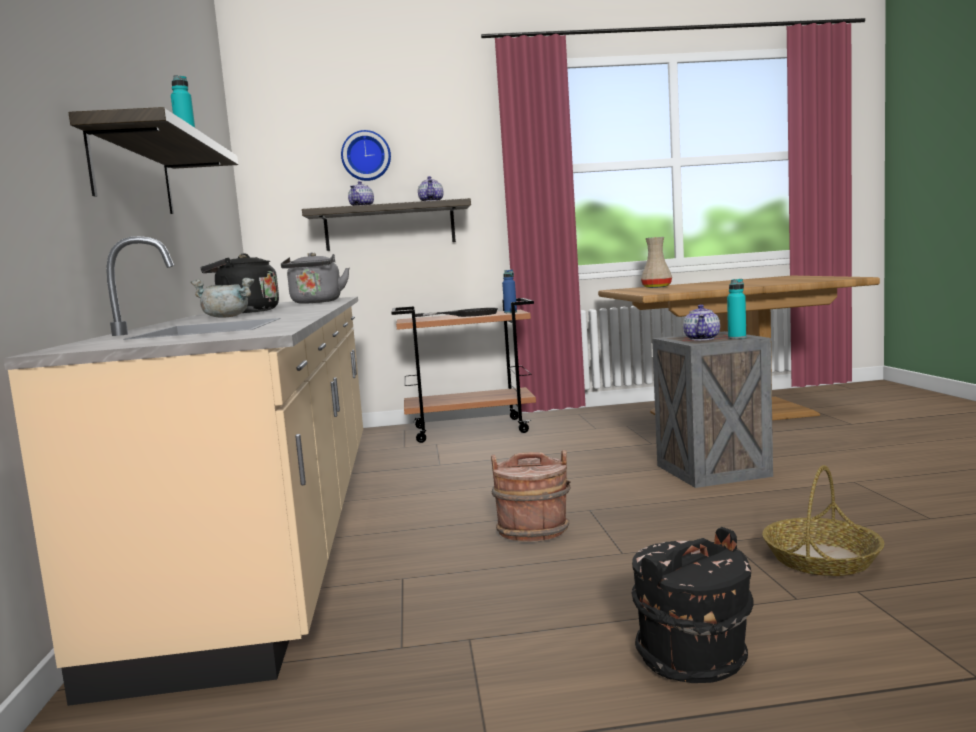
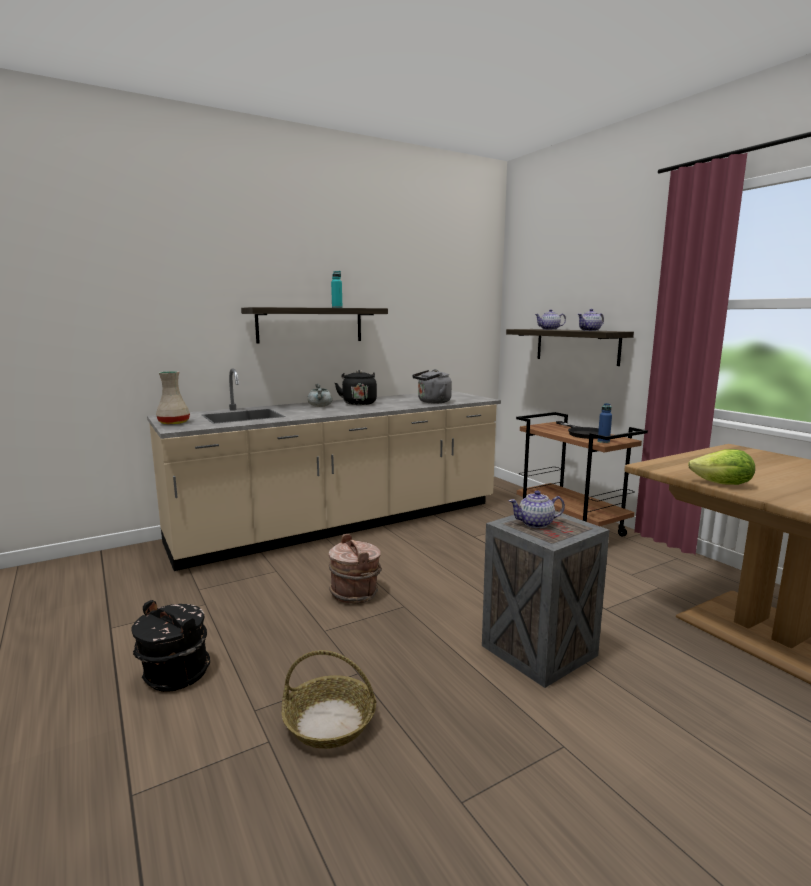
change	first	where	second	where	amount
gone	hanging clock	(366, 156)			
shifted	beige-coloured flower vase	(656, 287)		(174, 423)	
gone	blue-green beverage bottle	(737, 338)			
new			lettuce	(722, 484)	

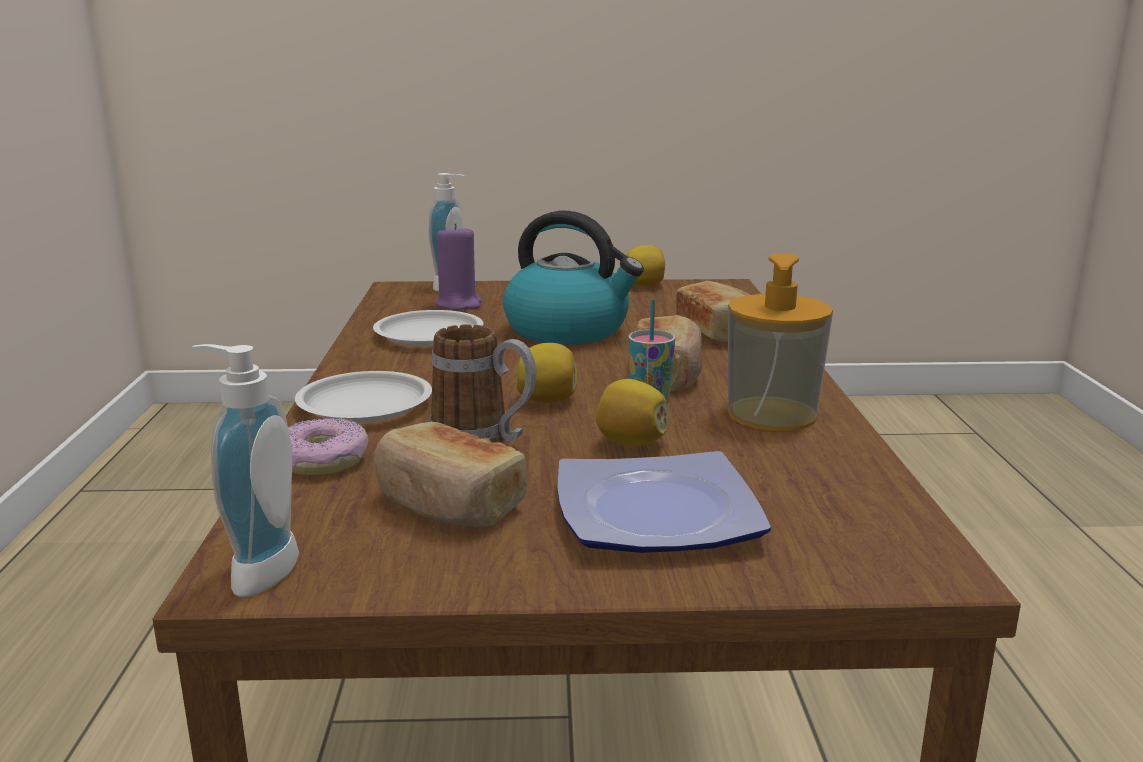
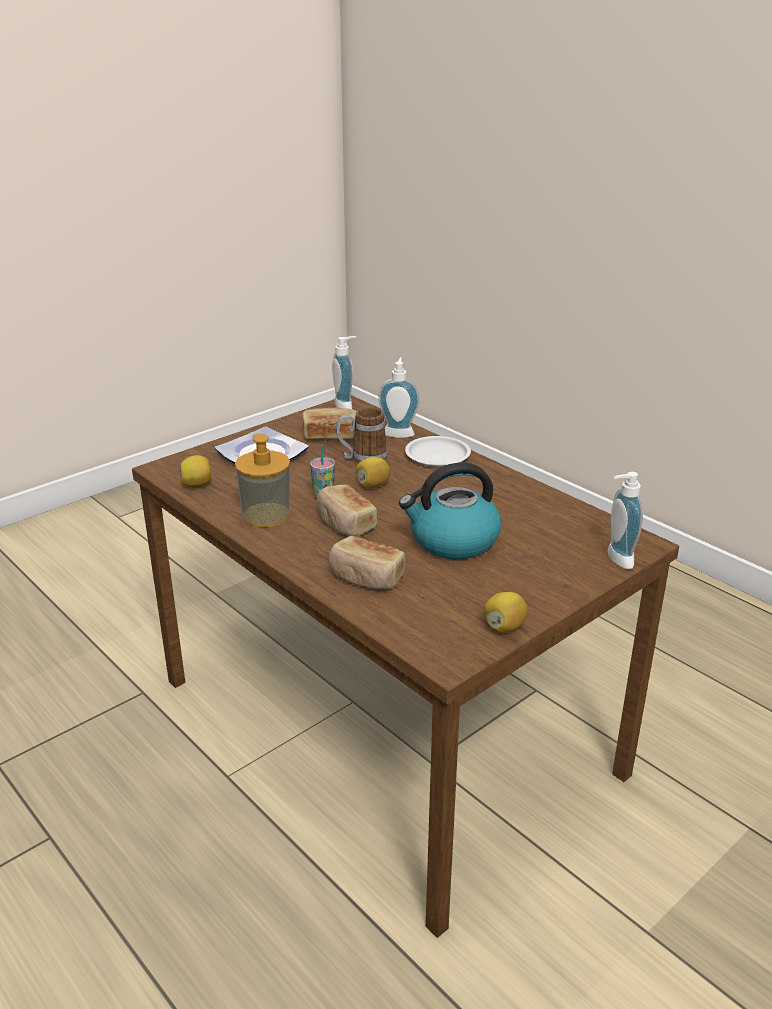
change	first	where	second	where	amount
swapped	ring doughnut	(322, 460)	soap dispenser	(399, 433)	
gone	white plate	(428, 335)			
gone	purplish candle	(459, 304)			
shifted	whole lemon	(631, 442)		(197, 485)	

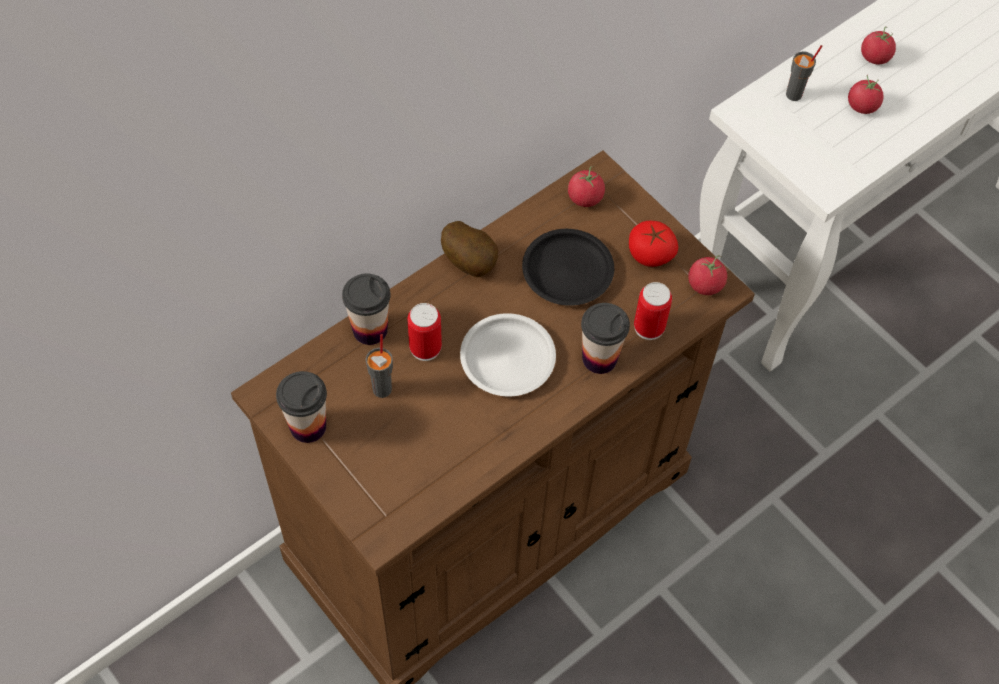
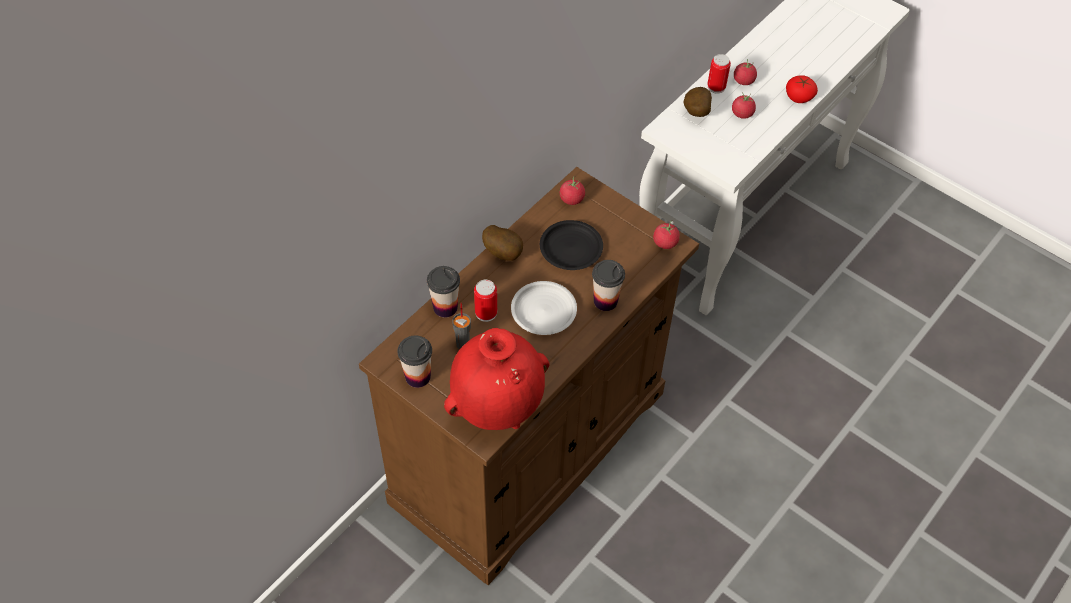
change	first	where	second	where	amount
shifted	fresh tomato	(650, 254)		(799, 97)	
shifted	sealed can	(649, 327)		(716, 87)	
swapped	gray cup	(794, 95)	potato	(695, 113)	
new			red flower vase	(498, 407)	

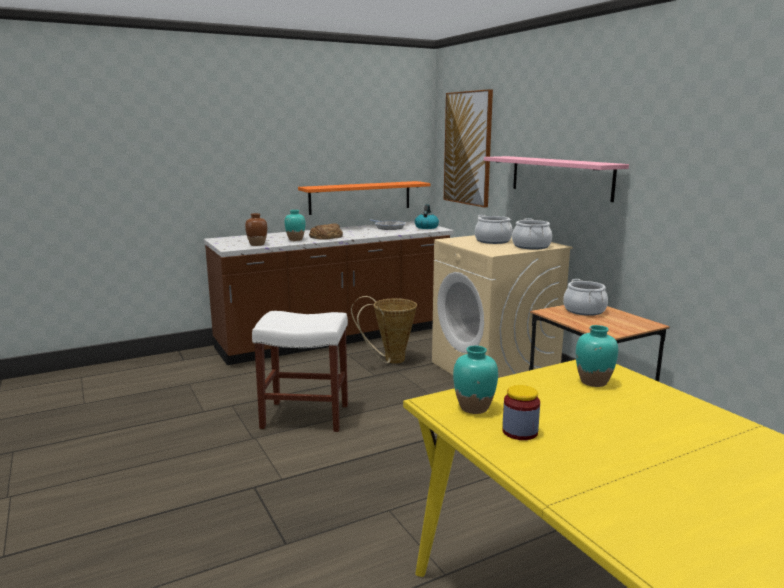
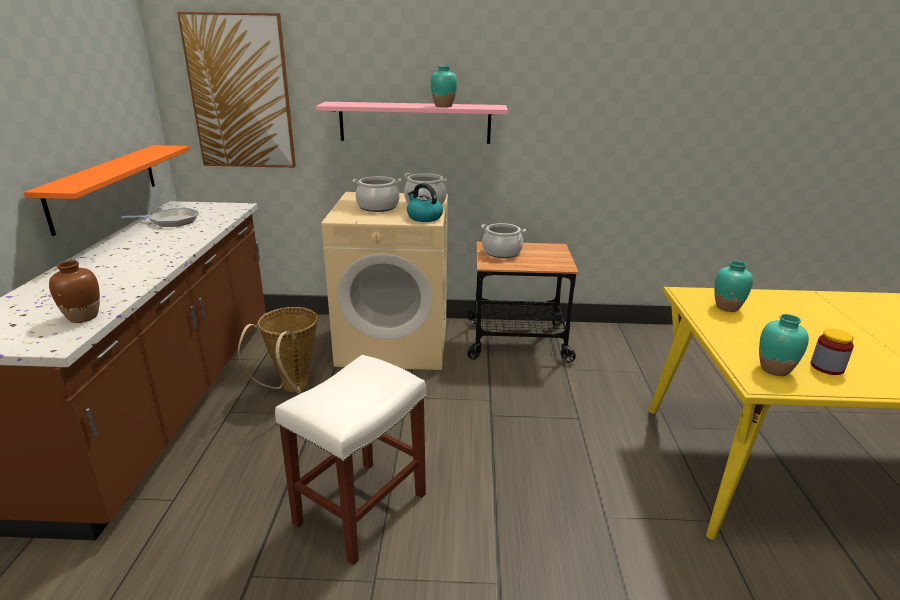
change	first	where	second	where	amount
shifted	blue-green flower vase	(295, 239)		(443, 106)	
gone	baked bread	(326, 236)			
shifted	water kettle	(426, 227)		(424, 217)	

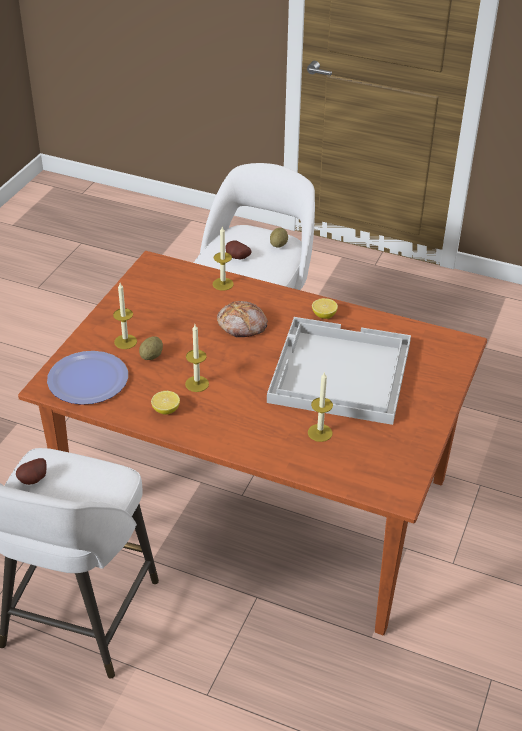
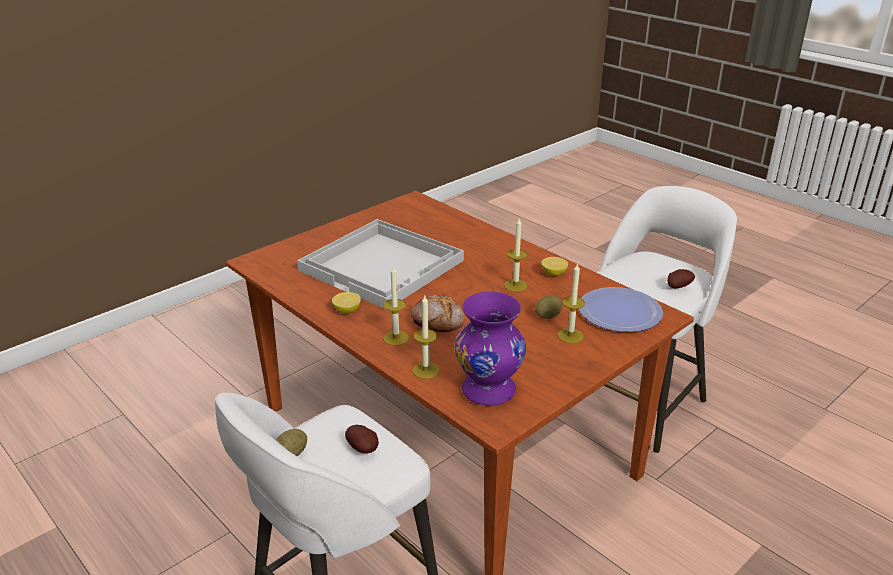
change	first	where	second	where	amount
shifted	candle	(320, 432)		(396, 338)	
new			purplish flower vase	(487, 390)	

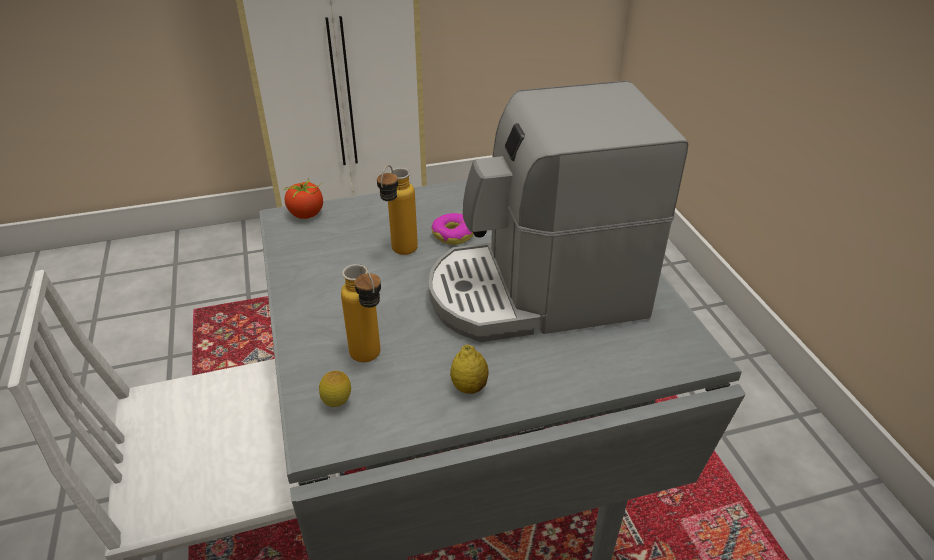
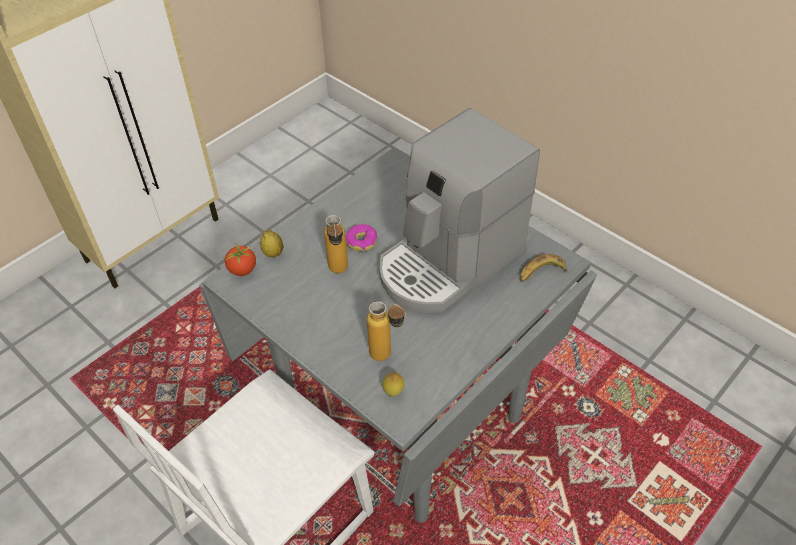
change	first	where	second	where	amount
shifted	whole lemon	(469, 387)		(273, 253)	
new			banana	(541, 273)	

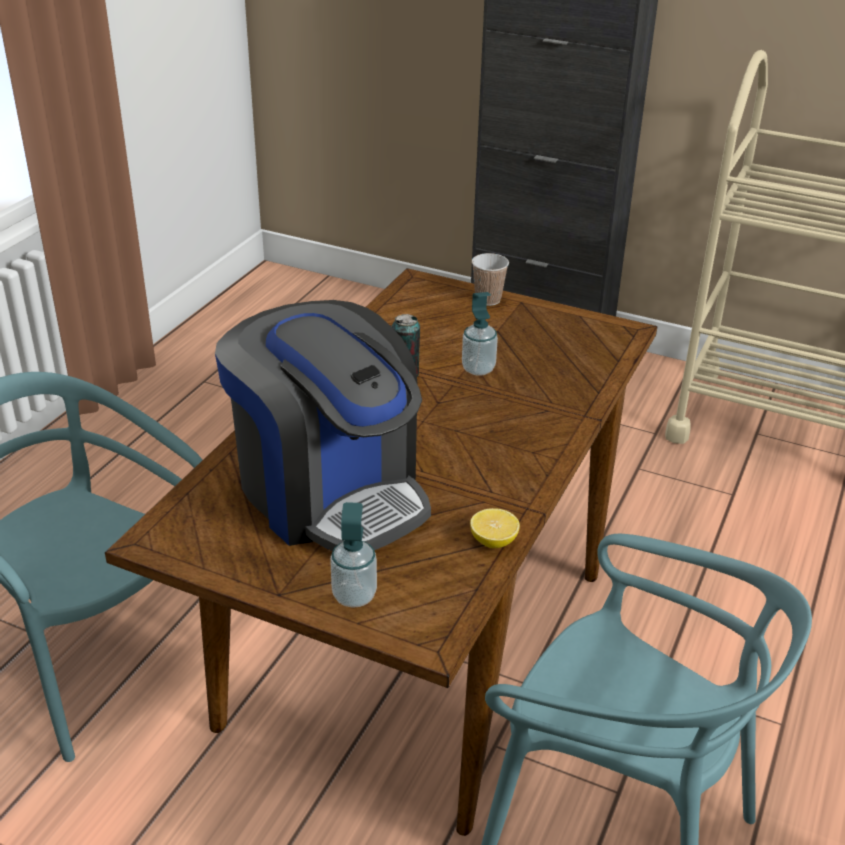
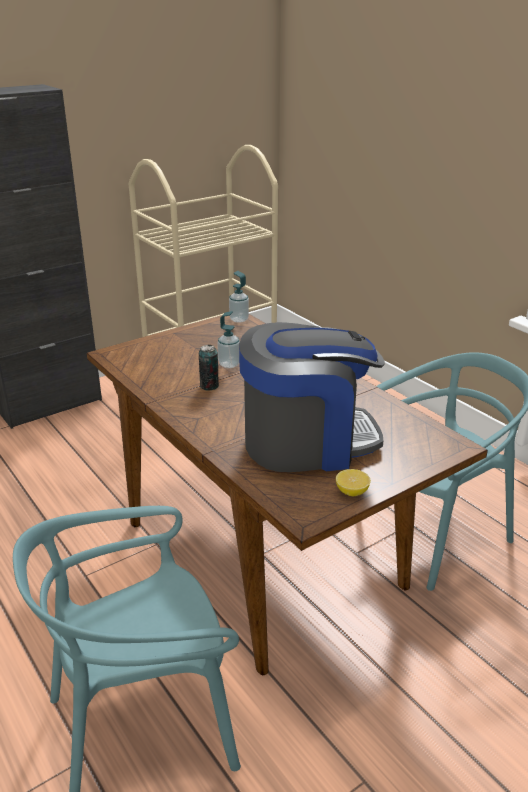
change	first	where	second	where	amount
shifted	soap dispenser	(354, 596)		(239, 319)	
shifted	whole lemon	(493, 541)		(352, 492)	
gone	cup	(488, 300)			

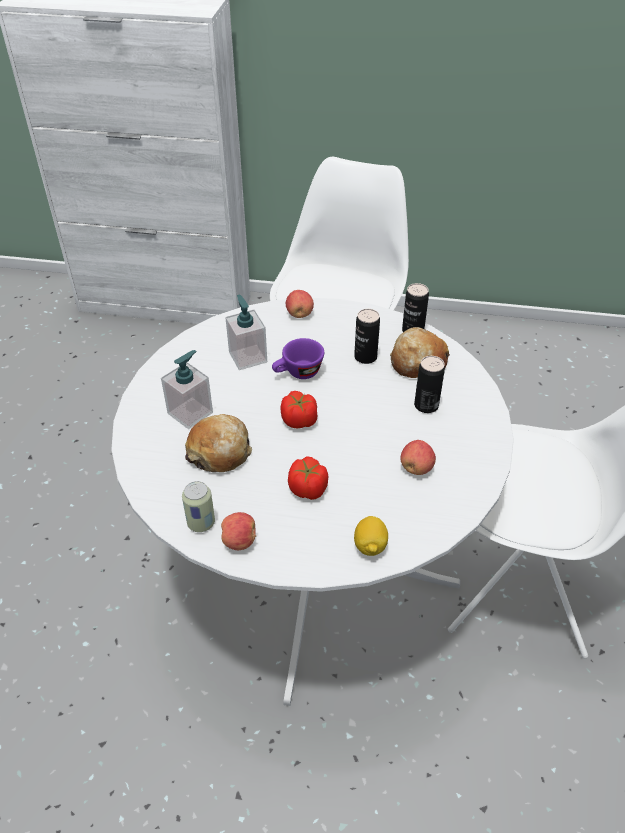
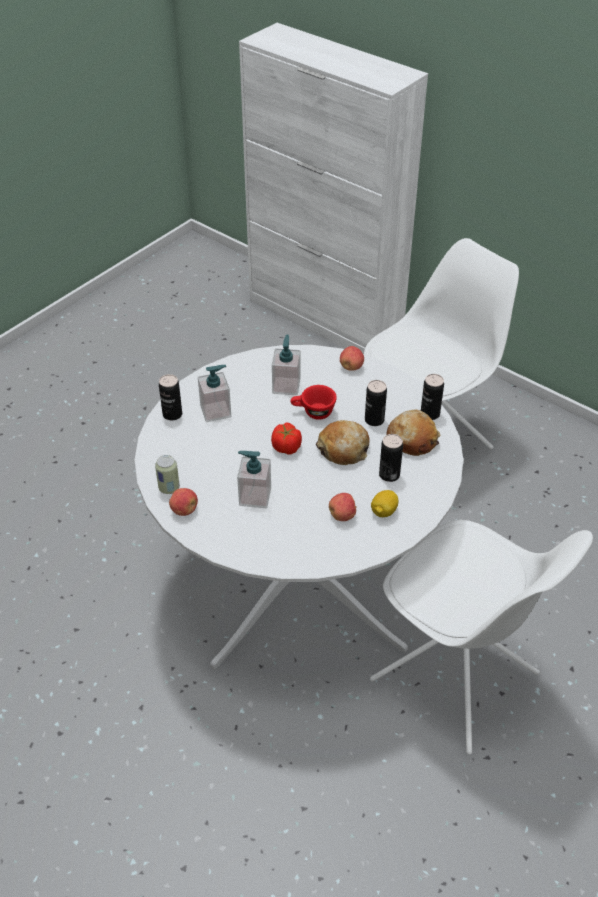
change	first	where	second	where	amount
shifted	baked bread	(220, 451)		(343, 449)	
repainted	purplish cup	(298, 373)	red cup	(313, 412)	
swapped	fresh tomato	(308, 489)	soap dispenser	(255, 496)	
shifted	whole lemon	(370, 546)		(384, 511)	
new			sealed can	(172, 414)	

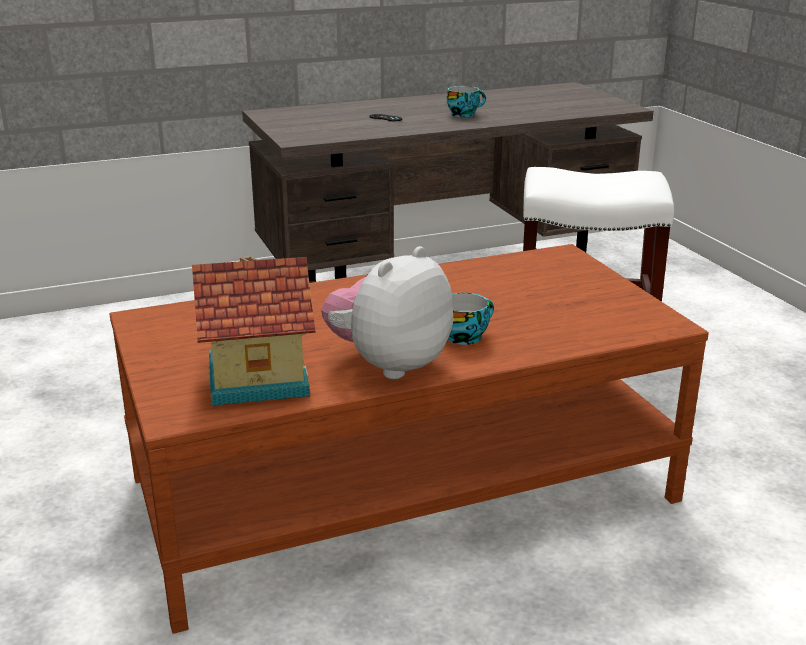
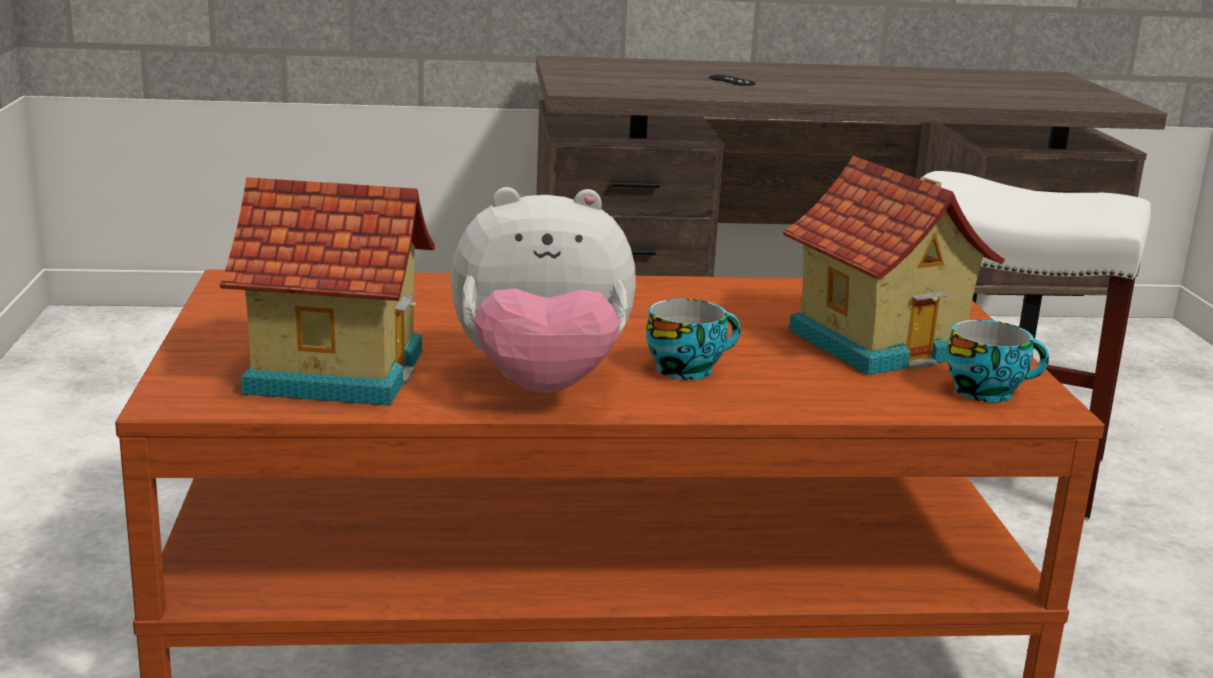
change	first	where	second	where	amount
rotated	cuddly toy	(389, 364)		(541, 386)	150 degrees counterclockwise
shifted	cup	(464, 114)		(987, 391)	
new			model house	(882, 342)	

